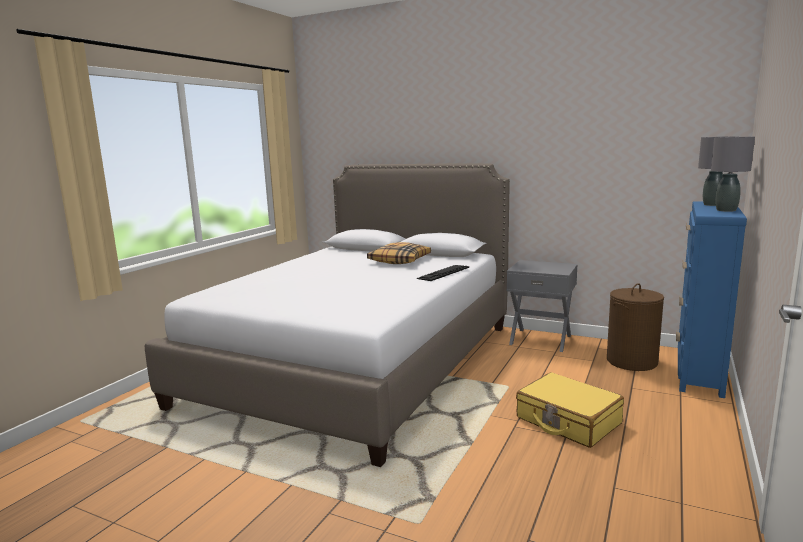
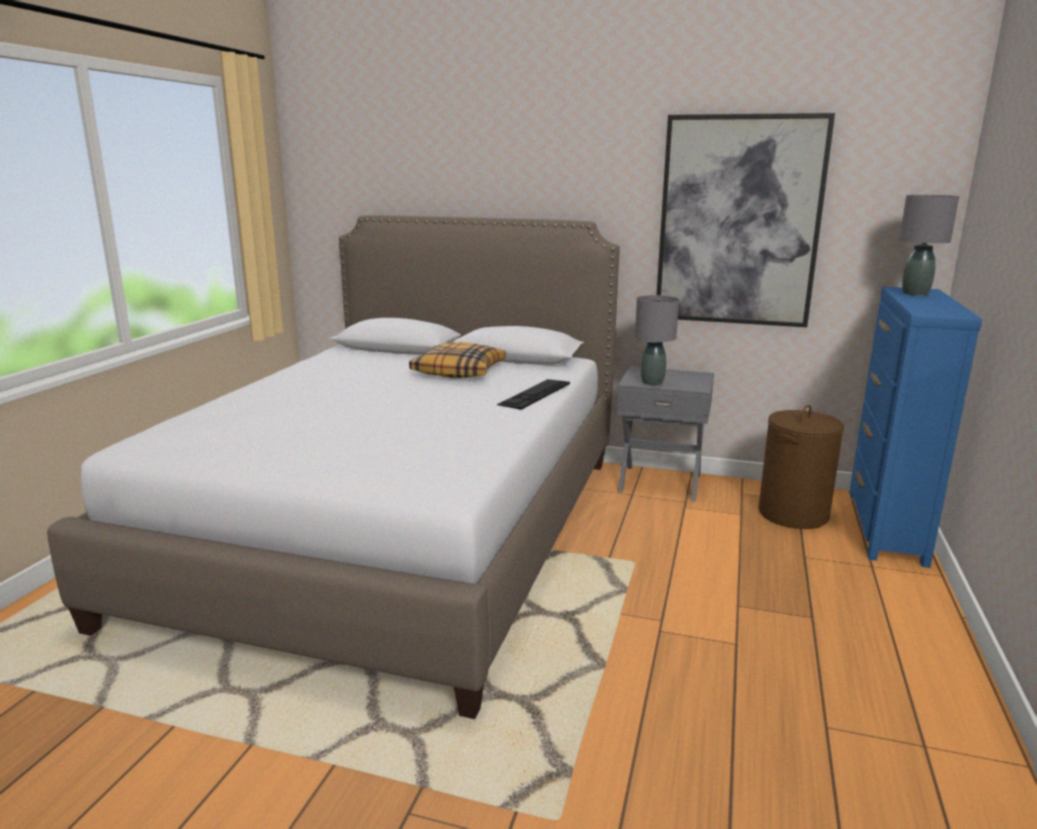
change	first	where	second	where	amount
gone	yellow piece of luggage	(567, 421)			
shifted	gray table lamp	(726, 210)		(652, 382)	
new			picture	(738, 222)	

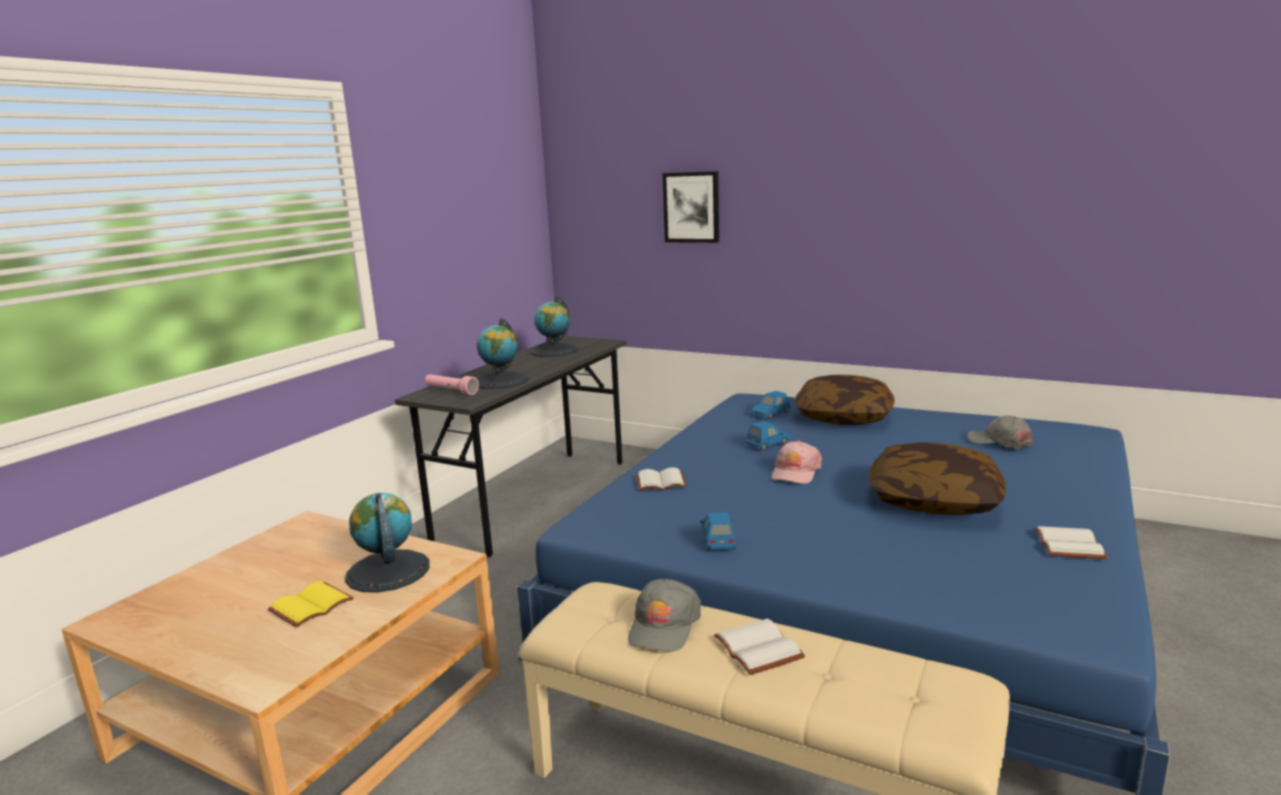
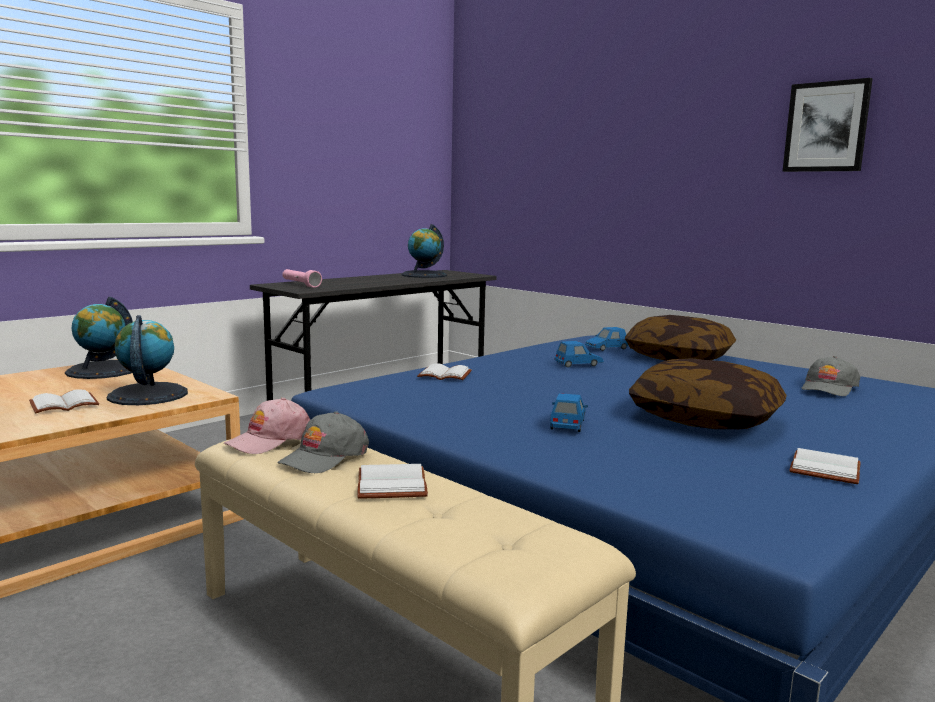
change	first	where	second	where	amount
repainted	yellow book	(311, 607)	white book	(63, 405)	
shifted	desk globe	(501, 381)		(102, 370)	
shifted	picture	(691, 207)		(826, 127)	
shifted	bluish toy car	(718, 539)		(568, 424)	
shifted	pinkish baseball cap	(795, 472)		(270, 440)	
rotated	gray baseball cap	(1000, 441)		(828, 388)	105 degrees counterclockwise

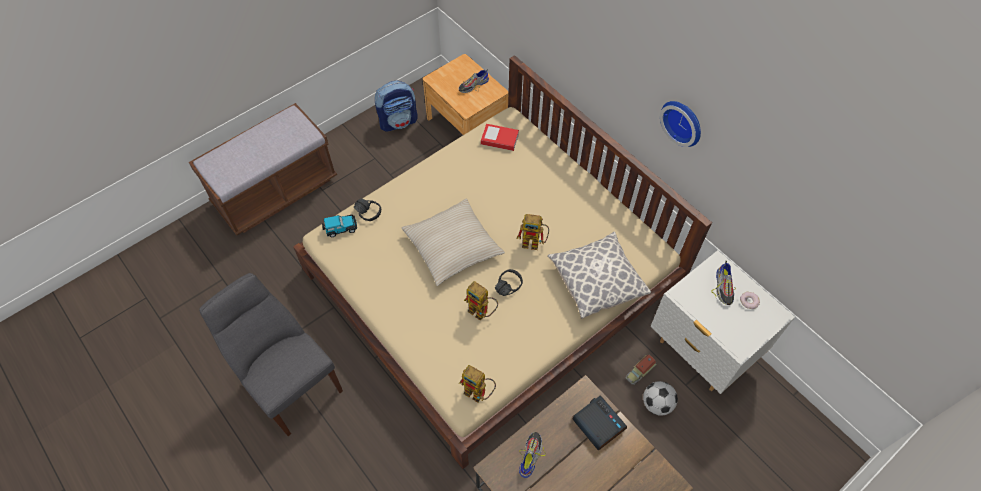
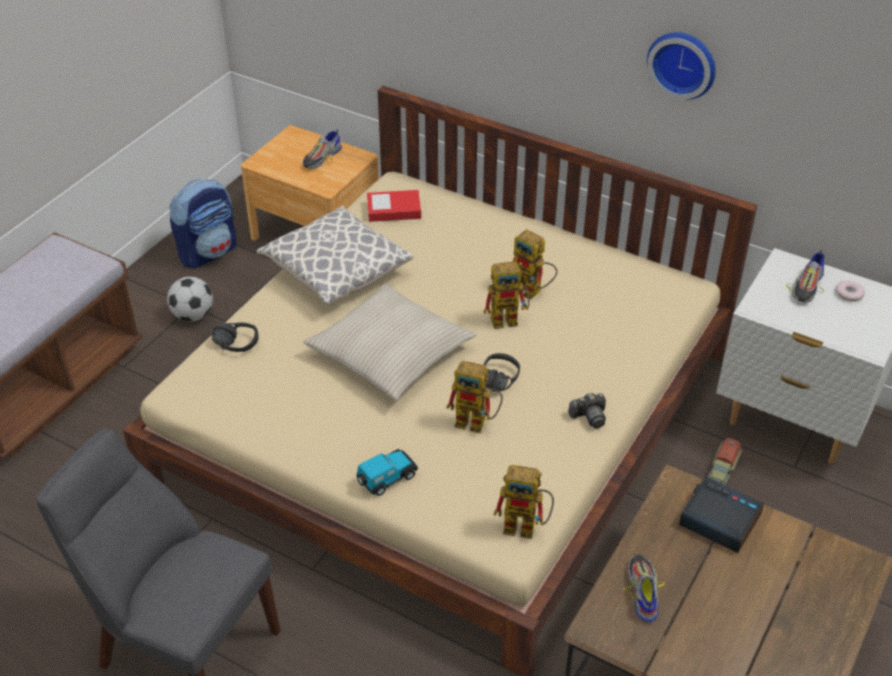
change	first	where	second	where	amount
shifted	toy car	(340, 228)		(386, 478)	
shifted	cushion	(596, 281)		(335, 272)	
shifted	ball for football	(657, 404)		(193, 315)	
rotated	low shoe	(724, 287)		(807, 286)	45 degrees clockwise
new			model robot	(532, 291)	
new			still camera	(589, 417)	

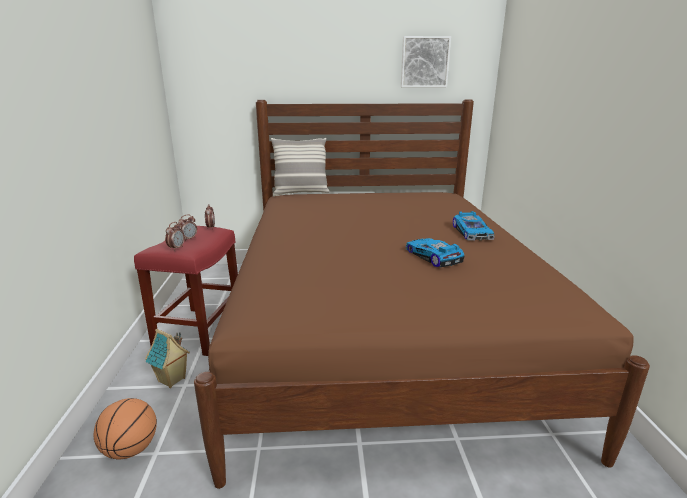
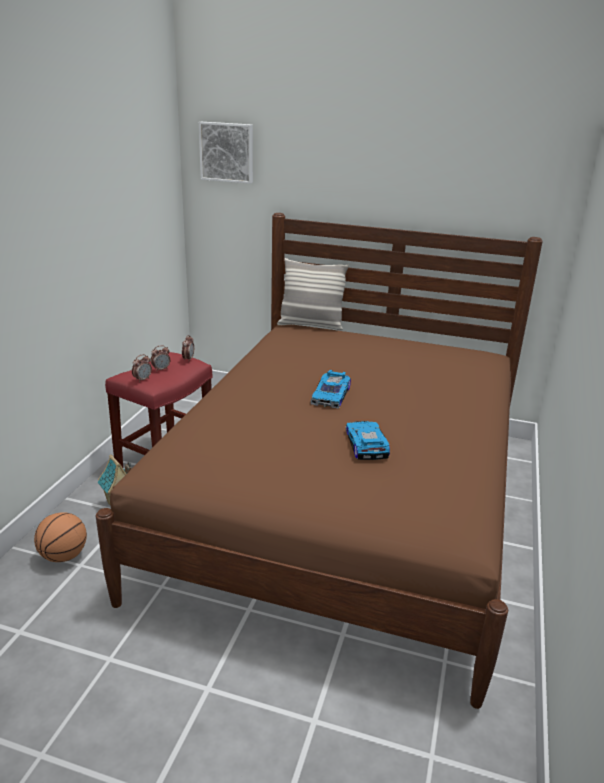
change	first	where	second	where	amount
shifted	picture	(424, 62)		(227, 152)	
shifted	toy car	(472, 232)		(332, 396)	

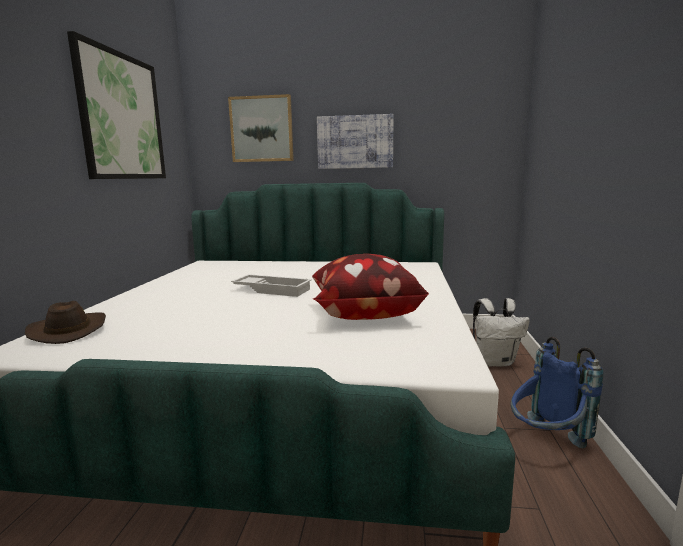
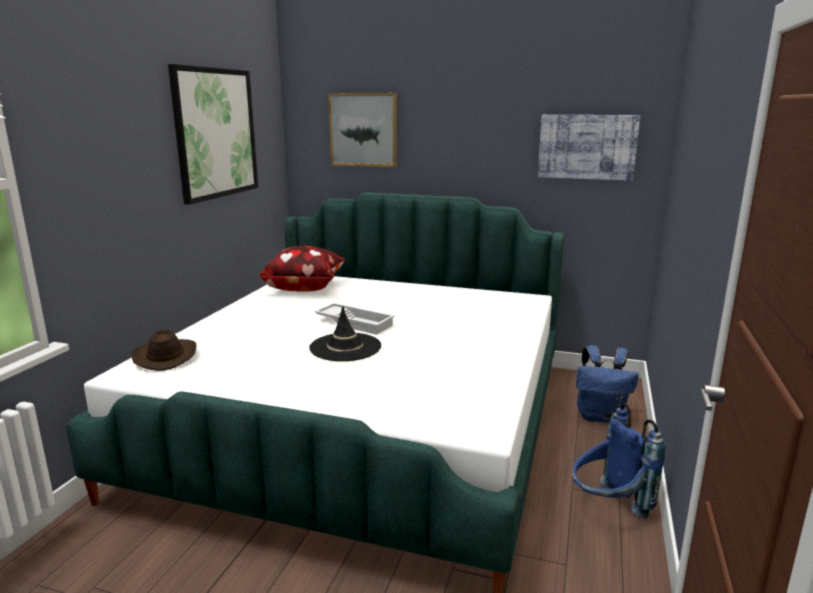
change	first	where	second	where	amount
shifted	cushion	(364, 314)		(304, 288)	
shifted	picture	(355, 142)		(587, 147)	
repainted	white backpack	(495, 361)	bluish backpack	(600, 416)	
new			black-coloured hat	(345, 347)	

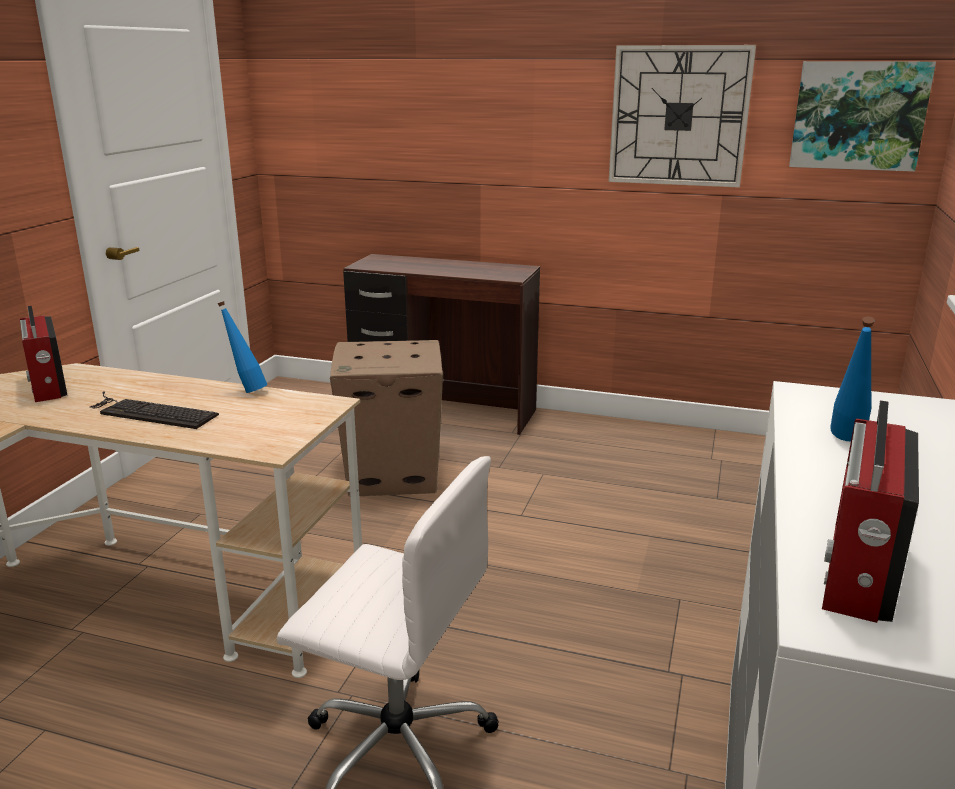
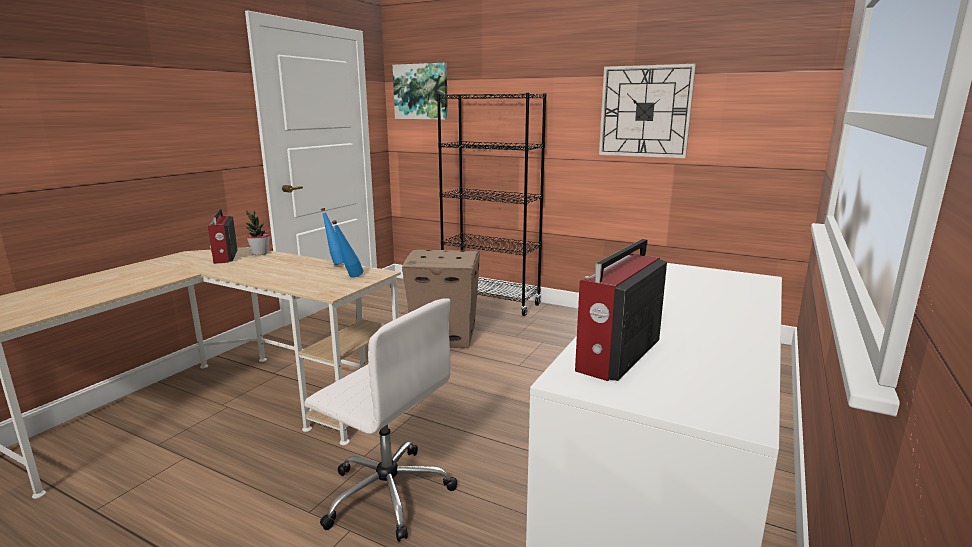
change	first	where	second	where	amount
gone	PC keyboard	(148, 412)			
swapped	brownish desk table	(444, 412)	black-coloured bookshelf	(491, 303)	
shifted	picture	(858, 116)		(421, 91)	
shifted	bluish beverage bottle	(846, 443)		(349, 277)	
new			potted plant	(260, 253)	

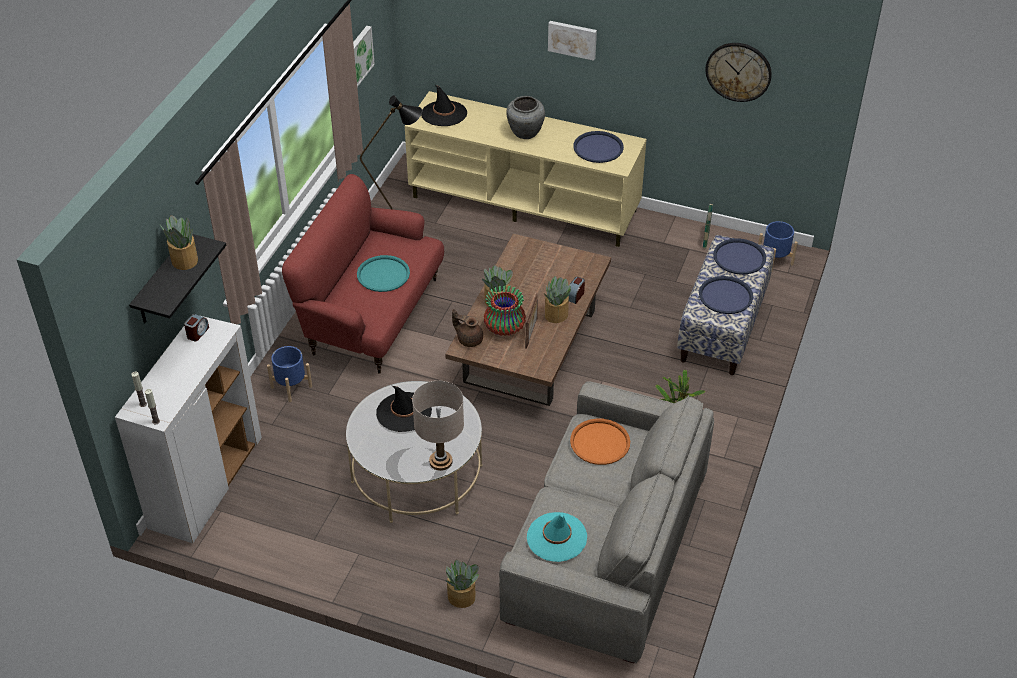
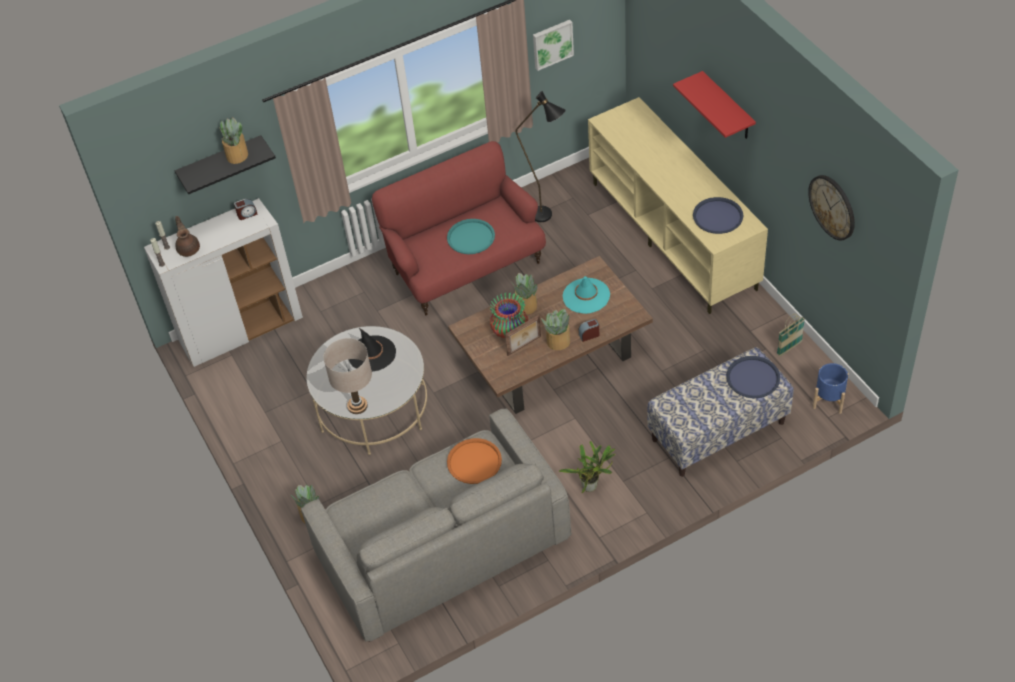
change	first	where	second	where	amount
gone	bluish planter	(291, 387)			
gone	black-coloured hat	(444, 114)			
shifted	brownish teapot	(469, 339)		(189, 248)	
gone	gray flower vase	(525, 133)			
shifted	blue-green hat	(556, 537)		(586, 296)	
swapped	picture	(572, 39)	red wall shelf	(728, 107)	
gone	bluish serving tray	(725, 296)			

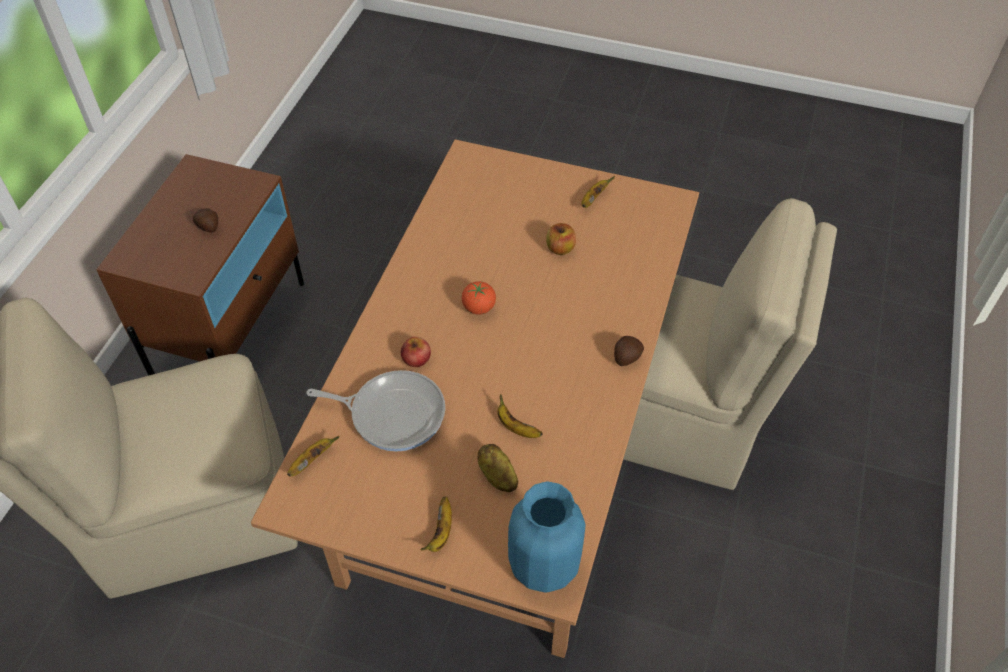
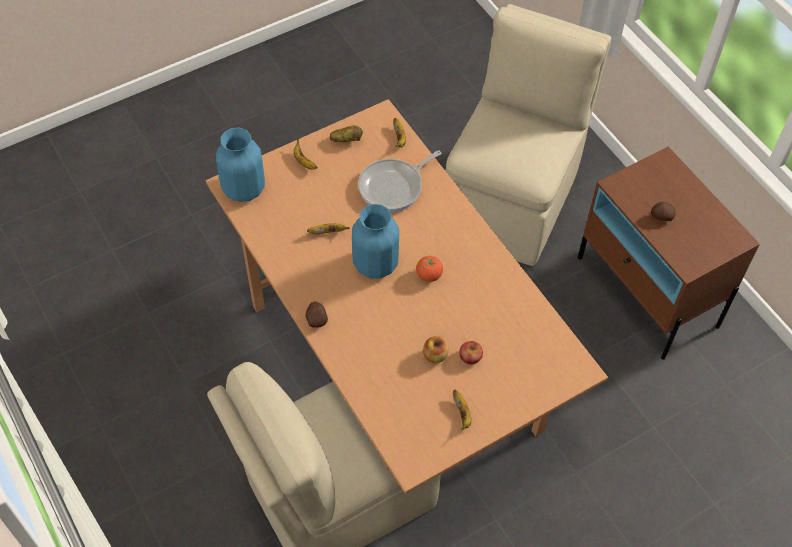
change	first	where	second	where	amount
shifted	apple fruit	(416, 358)		(470, 356)	
shifted	potato	(497, 476)		(346, 140)	
new			bluish flower vase	(375, 263)	

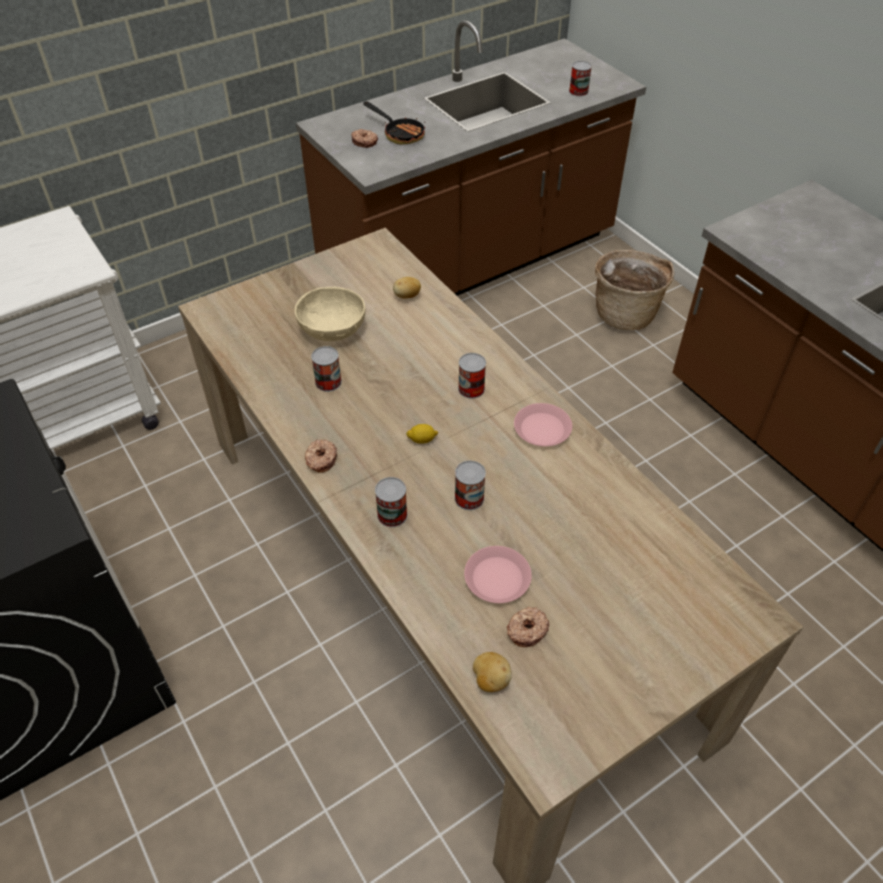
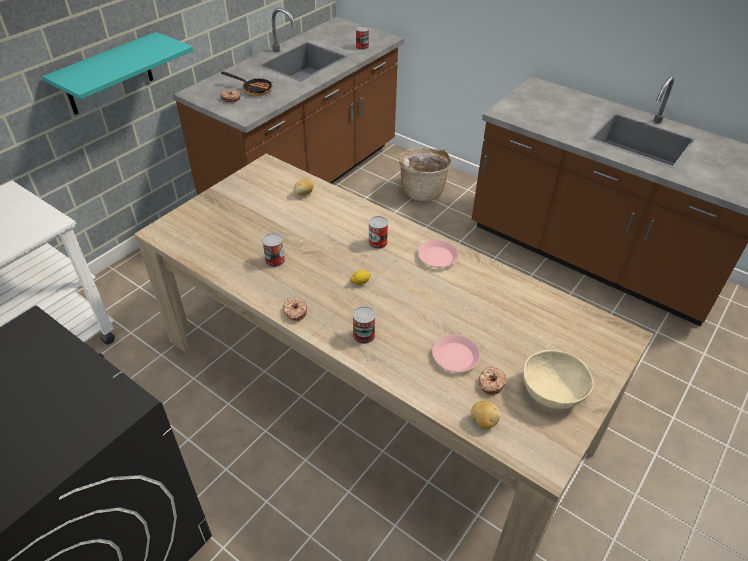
change	first	where	second	where	amount
shifted	beige-coloured serving bowl	(332, 330)		(552, 392)	
gone	sealed can	(469, 498)			
new			blue-green wall shelf	(108, 74)	

